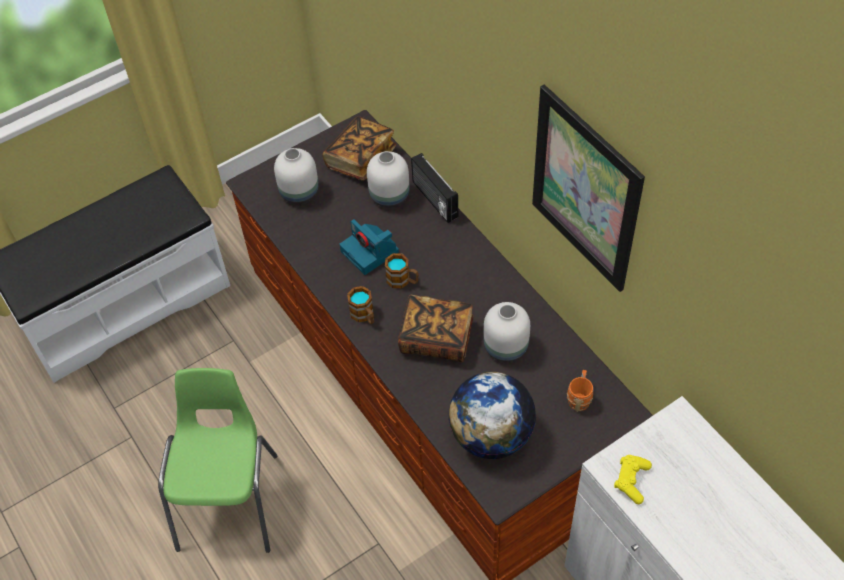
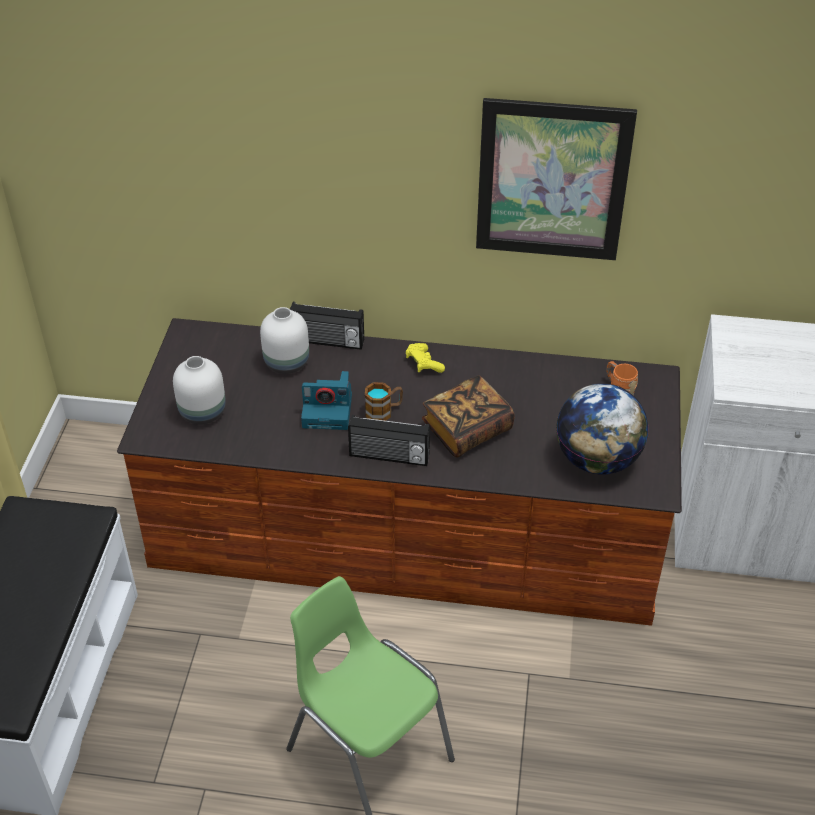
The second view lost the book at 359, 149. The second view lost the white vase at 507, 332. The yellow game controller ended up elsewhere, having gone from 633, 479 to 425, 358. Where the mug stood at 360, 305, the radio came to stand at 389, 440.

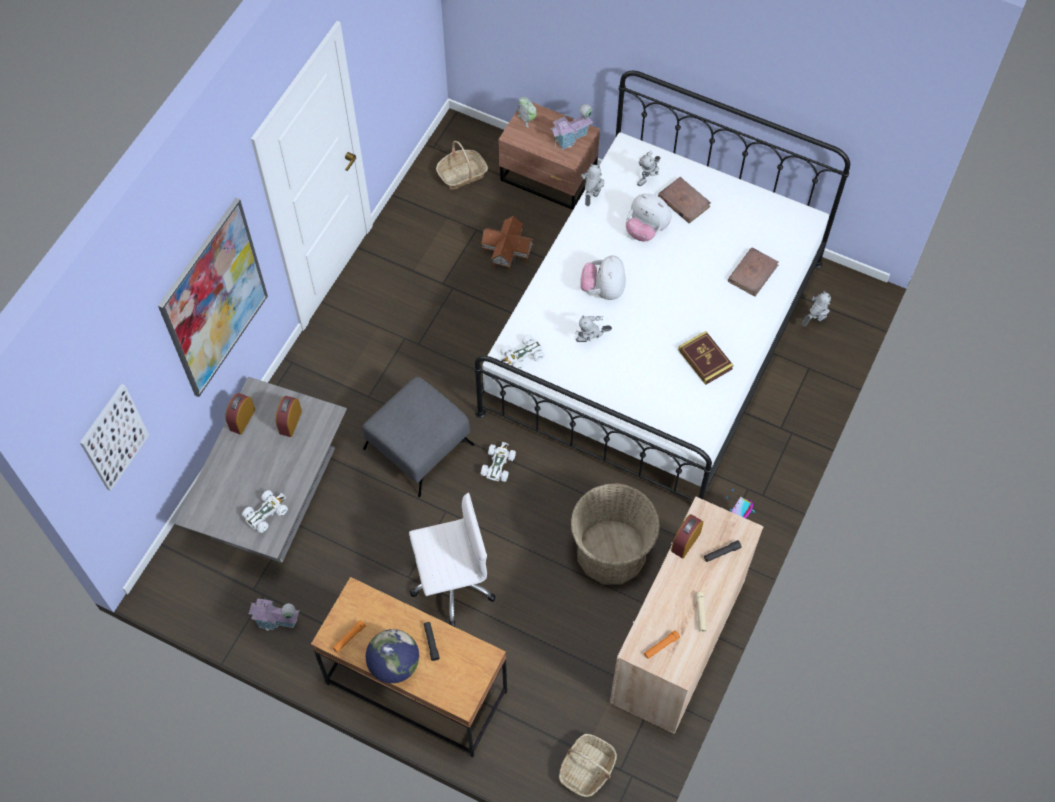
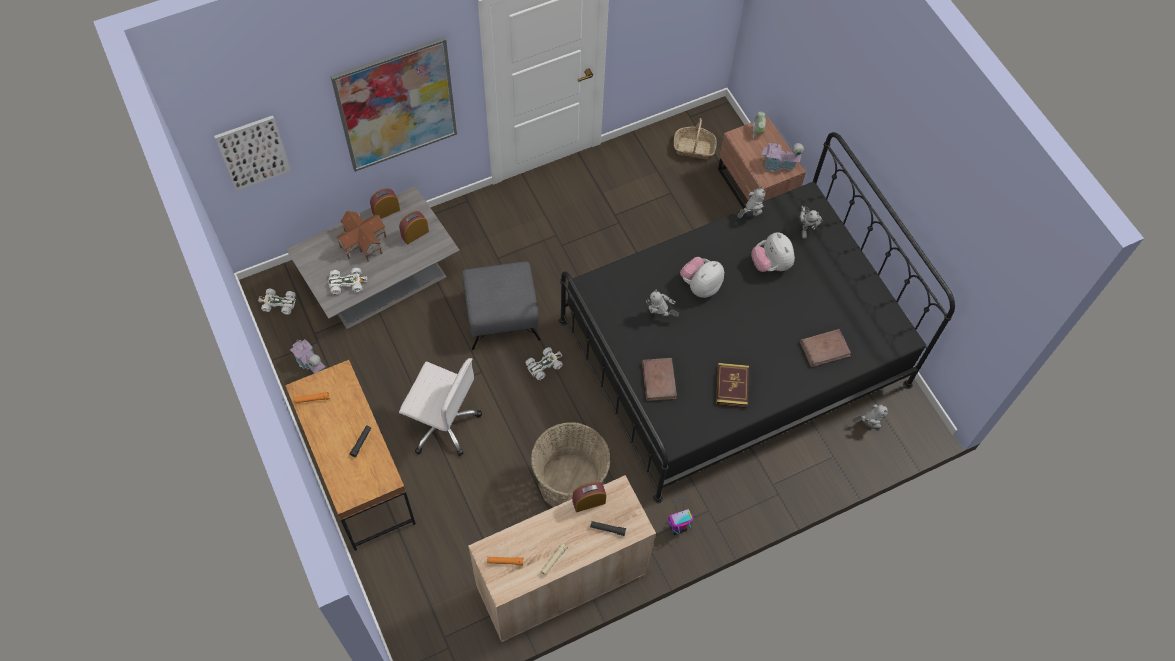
The second view lost the globe at 392, 656. The second view lost the basket at 588, 765. The toy house ended up elsewhere, having gone from 507, 244 to 361, 236. The white toy car ended up elsewhere, having gone from 522, 352 to 277, 302. The brown book ended up elsewhere, having gone from 684, 200 to 659, 379. What was the white bed at 662, 286 turned into the black bed at 756, 317. The toy robot at 648, 168 ended up facing another way, 75 degrees counterclockwise from before.

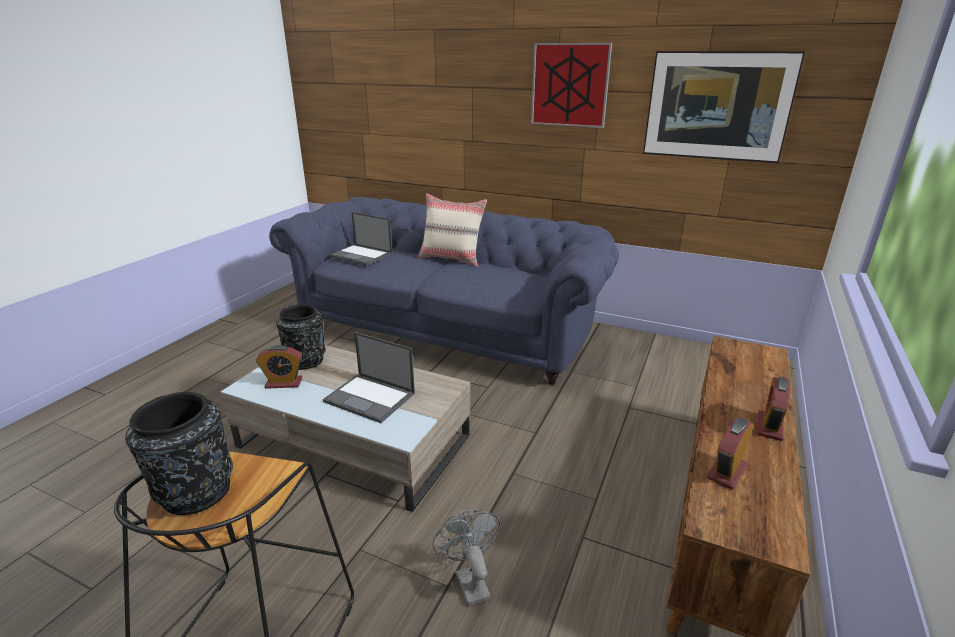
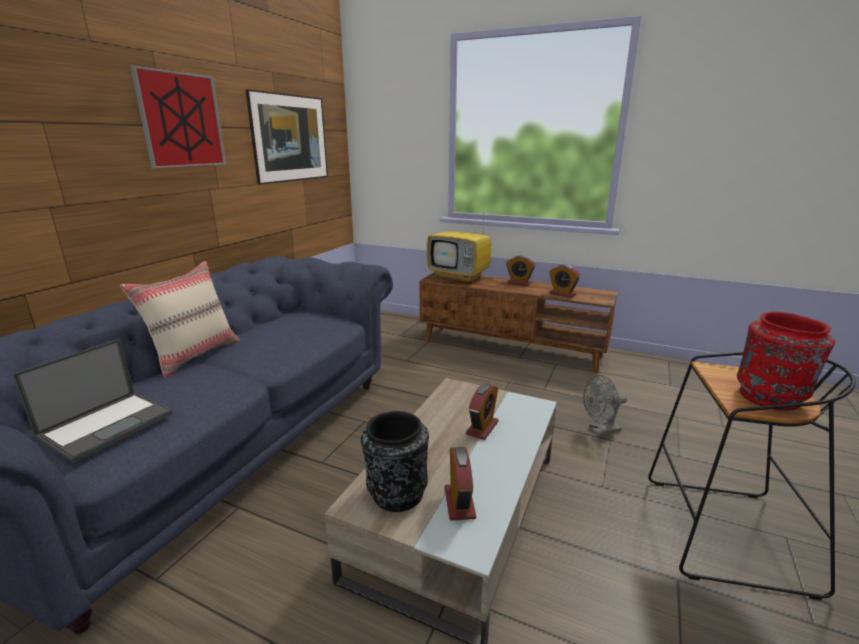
The second view gained the television at 459, 247. Where the laptop stood at 369, 377, the alarm clock came to stand at 482, 411. What was the black vase at 179, 453 turned into the red vase at 786, 361.

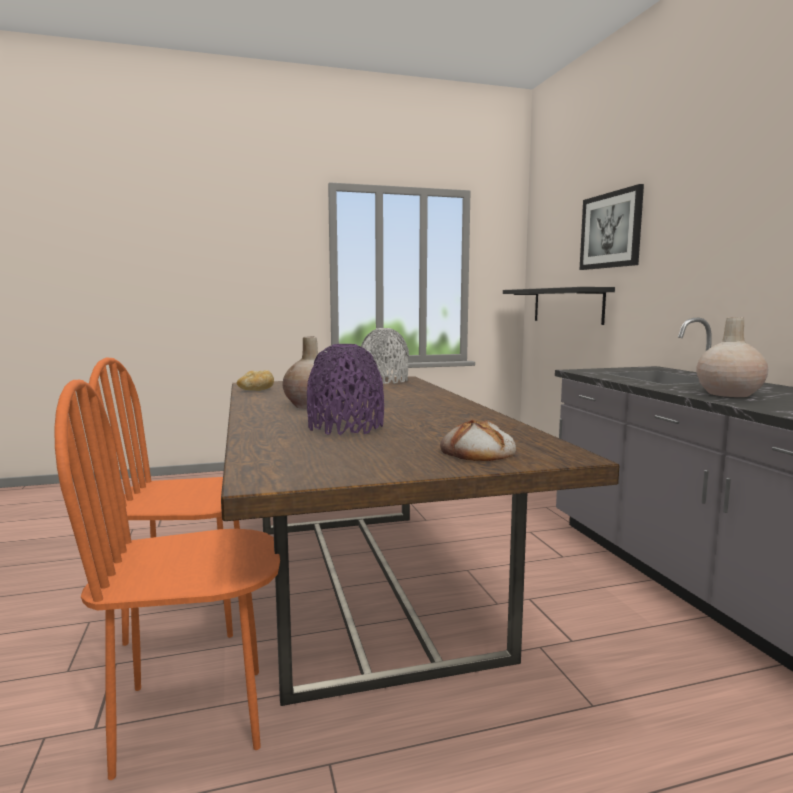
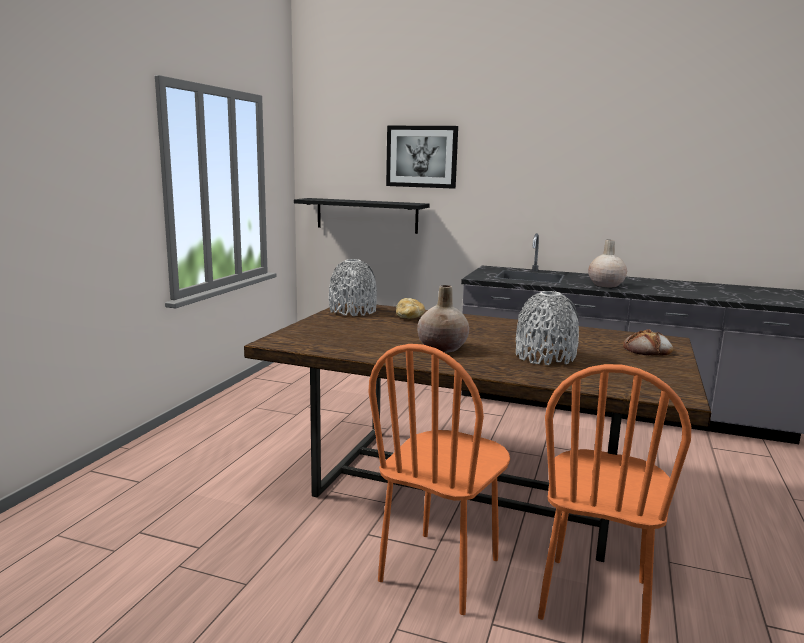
The bread ended up elsewhere, having gone from 255, 380 to 410, 308. What was the purple vase at 345, 389 turned into the grey vase at 547, 328.

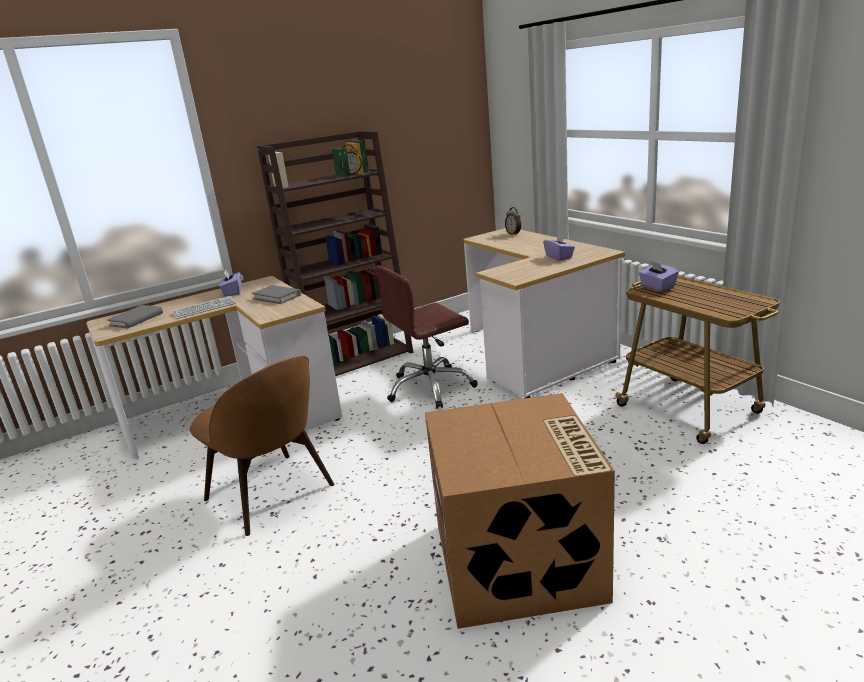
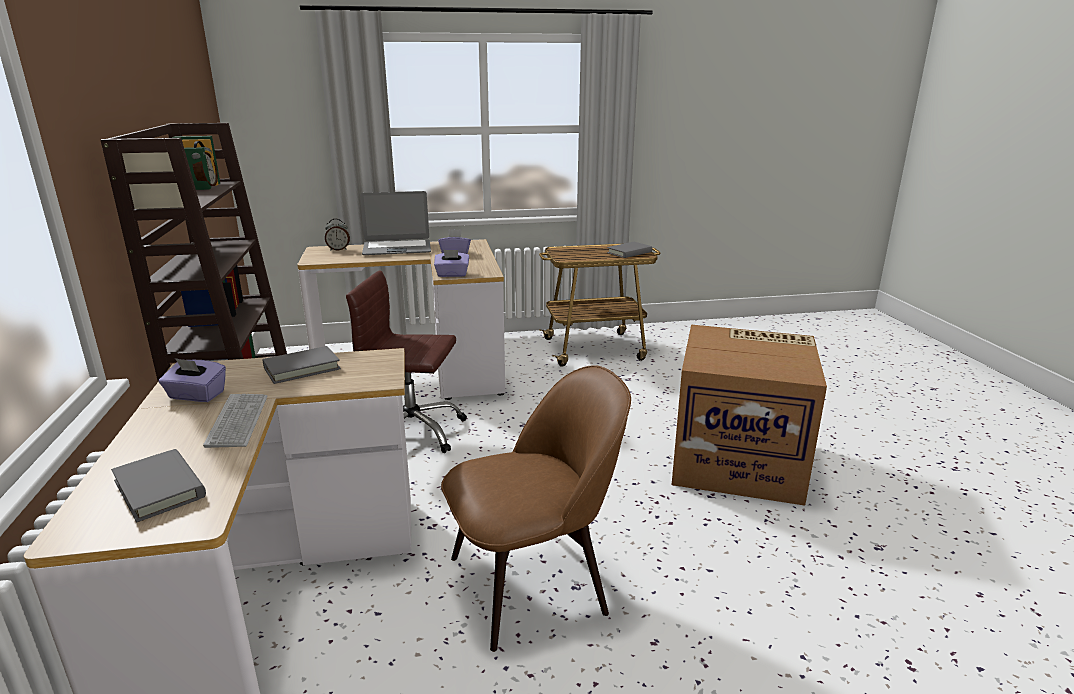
The second view gained the laptop at 395, 223. The second view gained the grey book at 629, 250. The purple tissue box ended up elsewhere, having gone from 658, 276 to 451, 263. The brown office chair at 426, 337 ended up facing another way, 105 degrees clockwise from before.

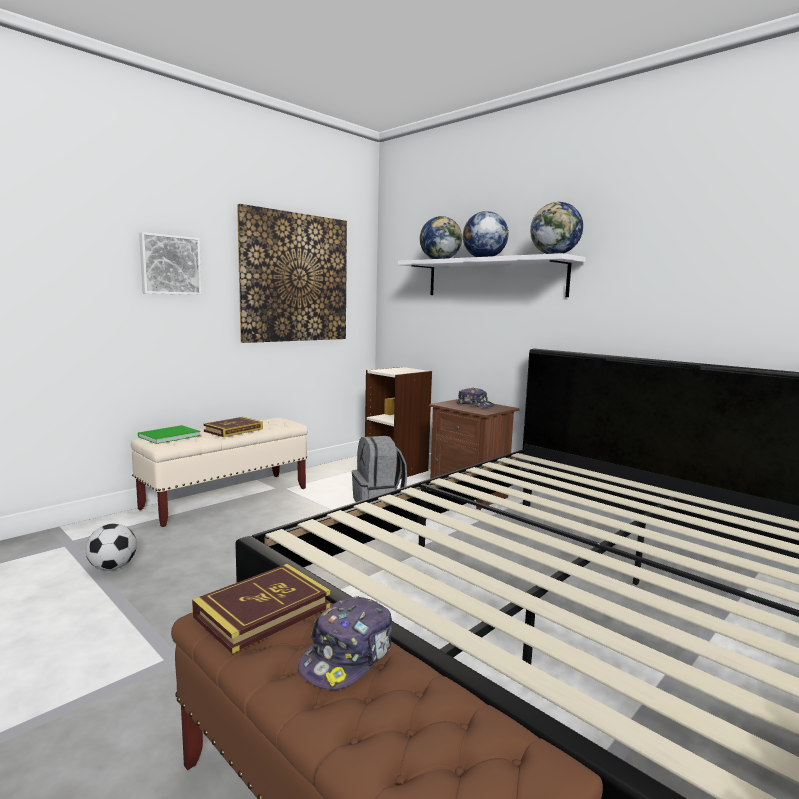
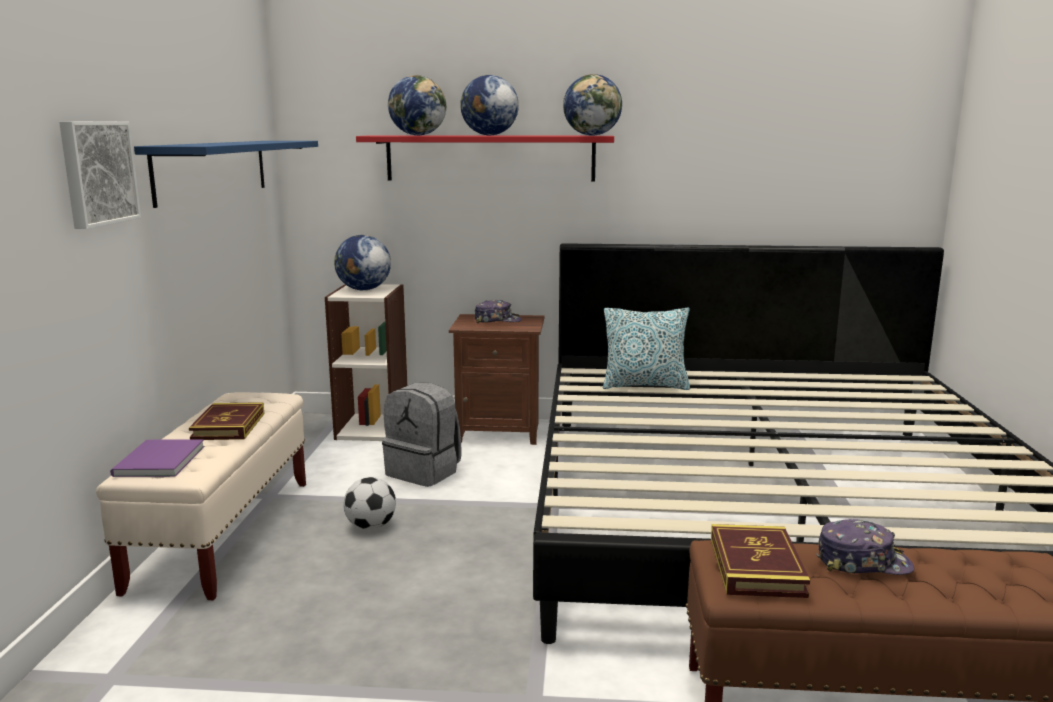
The second view gained the globe at 362, 262. The second view gained the pillow at 646, 349. The football ended up elsewhere, having gone from 111, 547 to 370, 503. Where the picture hung at 292, 273, the blue shelf came to hang at 226, 174. What was the green book at 169, 434 turned into the purple book at 157, 458. What was the white shelf at 492, 275 turned into the red shelf at 485, 158. The cap at 345, 643 ended up facing another way, 75 degrees counterclockwise from before.

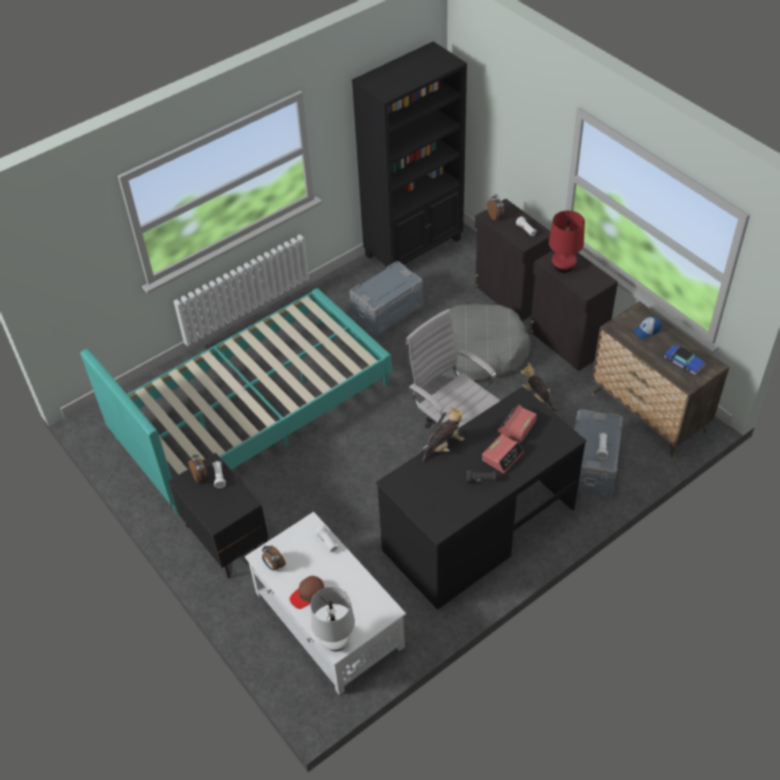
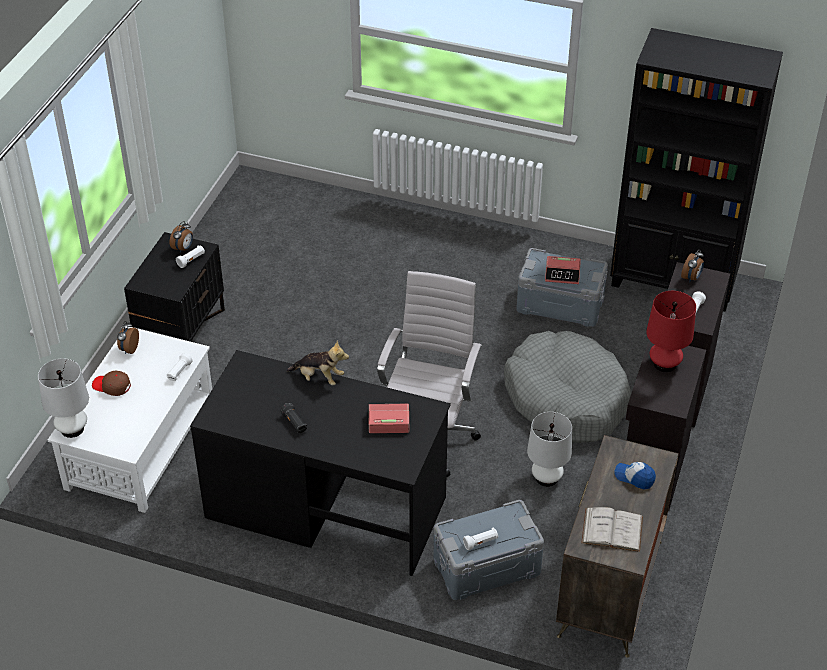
The second view lost the turquoise bed at 236, 401. The alarm clock ended up elsewhere, having gone from 503, 453 to 563, 270. Where the plush toy stood at 539, 387, the white table lamp came to stand at 549, 449. Where the toy car stood at 684, 360, the white book came to stand at 612, 529.

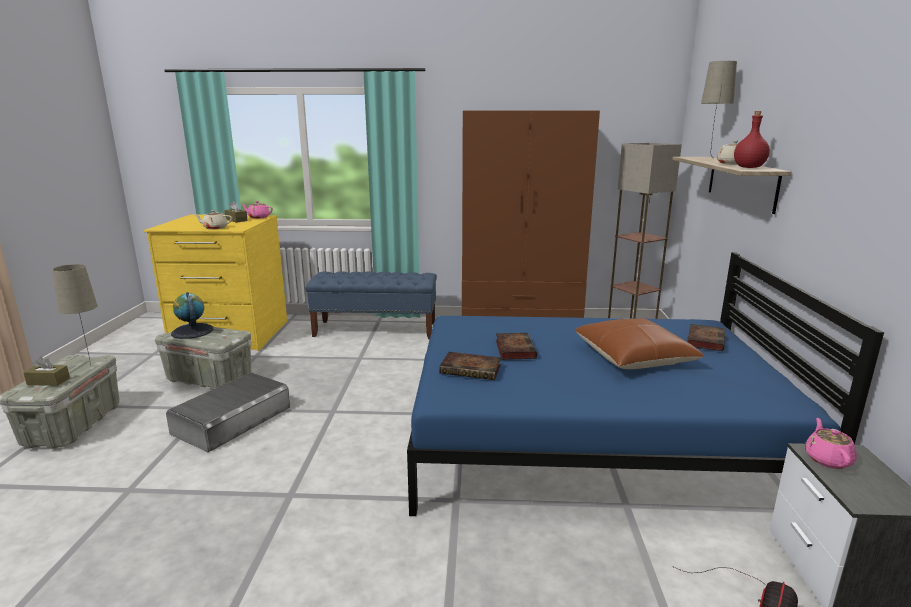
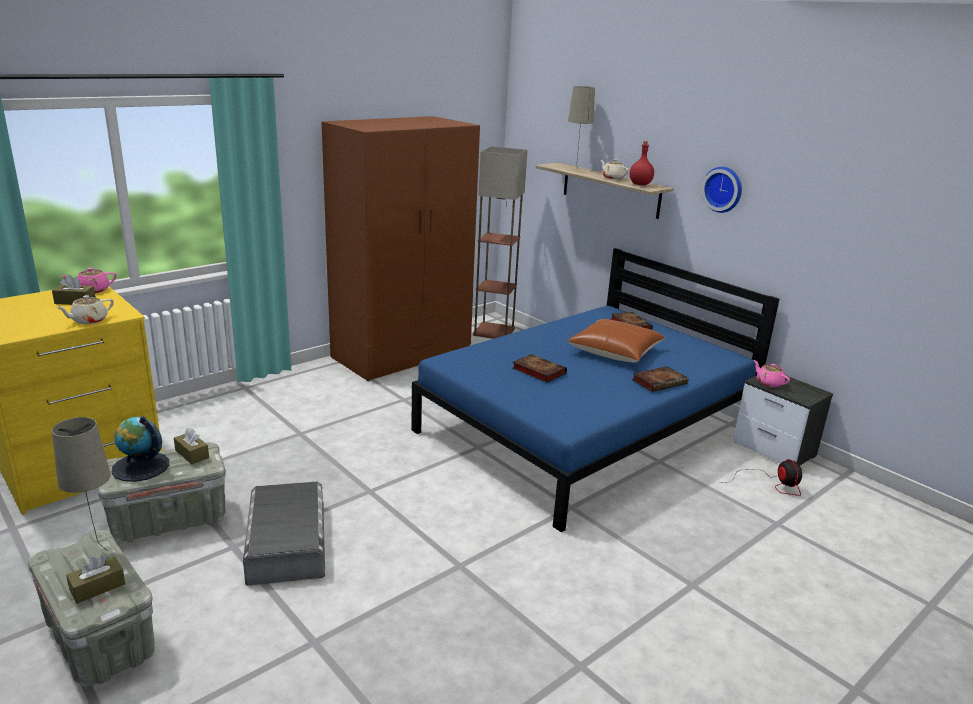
The second view lost the blue bench at 371, 305. The second view gained the brown tissue box at 191, 446. The second view gained the wall clock at 721, 190. The book ended up elsewhere, having gone from 470, 366 to 660, 379.

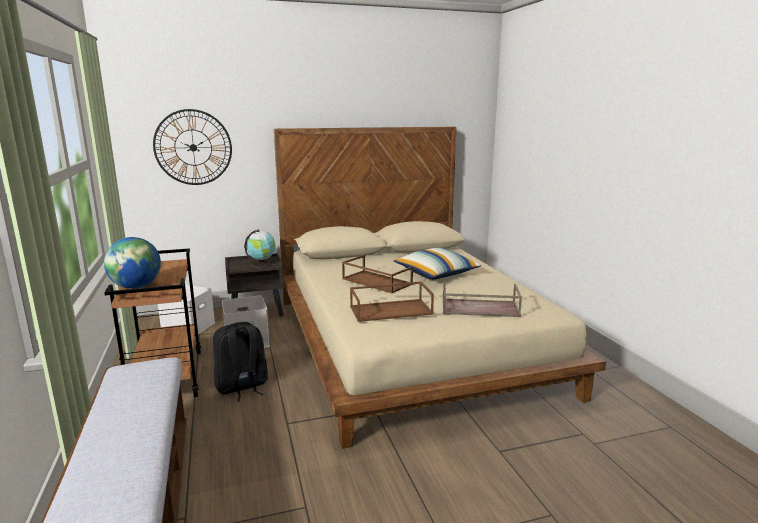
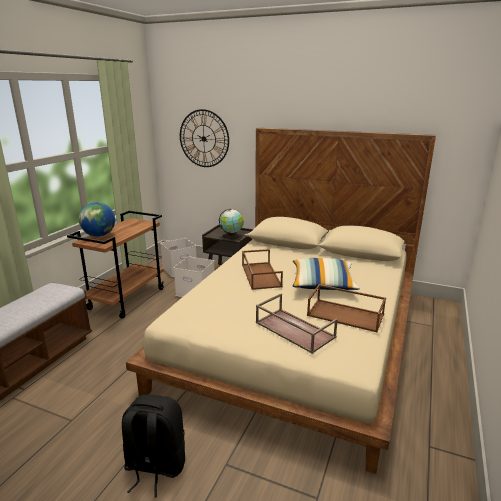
The black backpack ended up elsewhere, having gone from 240, 362 to 153, 446. The brown tray ended up elsewhere, having gone from 392, 301 to 346, 308.

